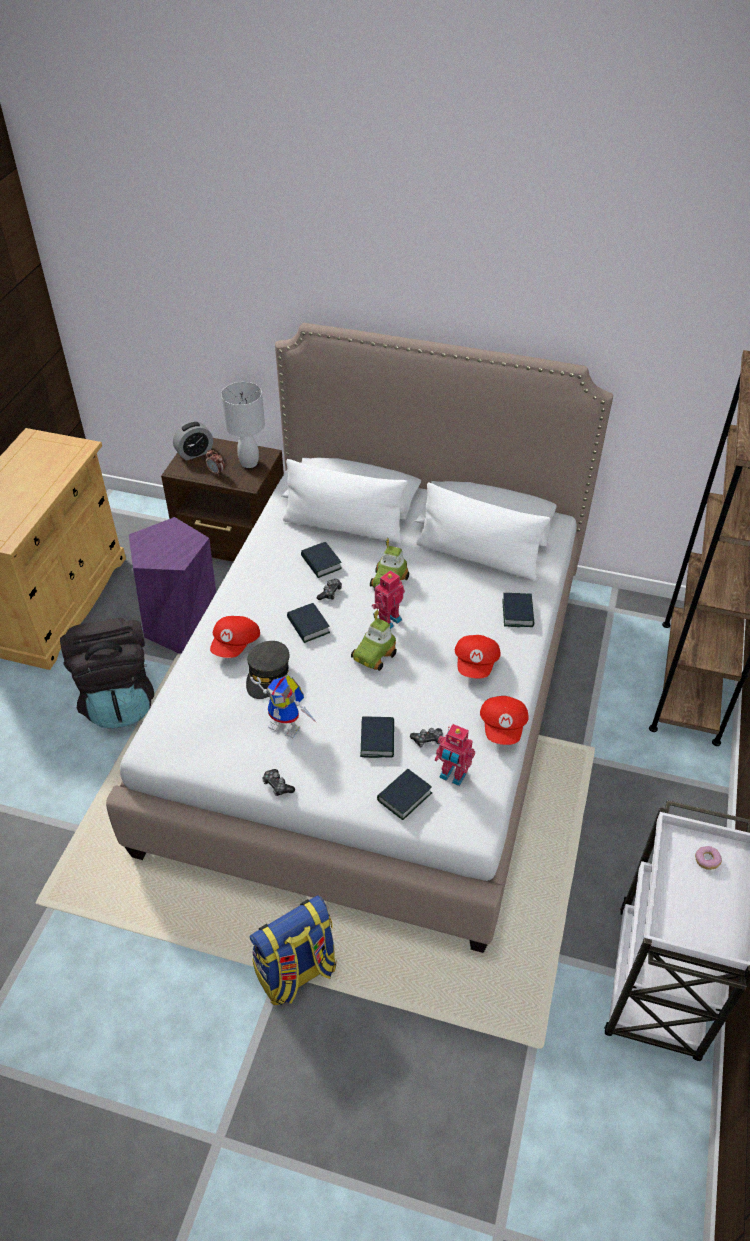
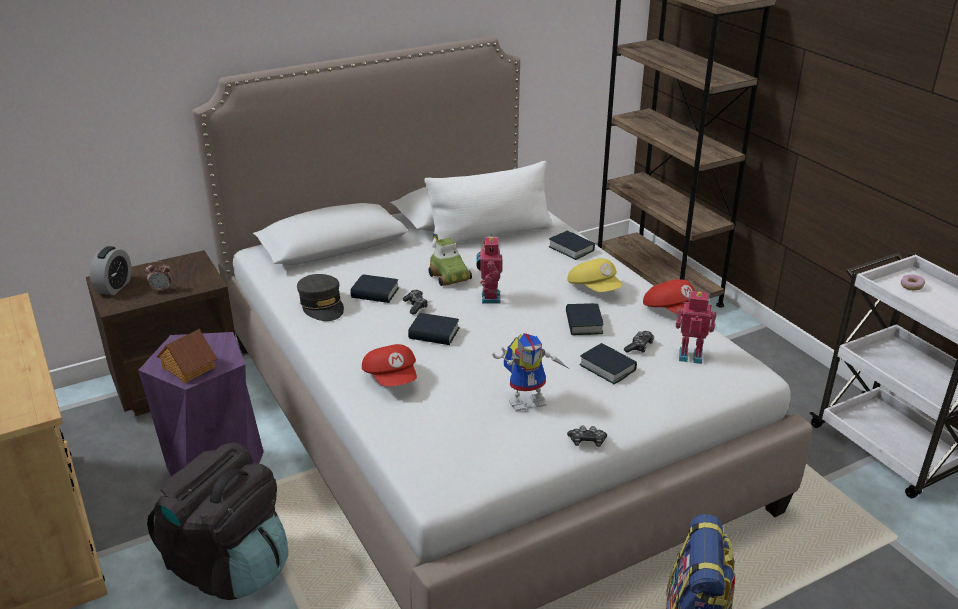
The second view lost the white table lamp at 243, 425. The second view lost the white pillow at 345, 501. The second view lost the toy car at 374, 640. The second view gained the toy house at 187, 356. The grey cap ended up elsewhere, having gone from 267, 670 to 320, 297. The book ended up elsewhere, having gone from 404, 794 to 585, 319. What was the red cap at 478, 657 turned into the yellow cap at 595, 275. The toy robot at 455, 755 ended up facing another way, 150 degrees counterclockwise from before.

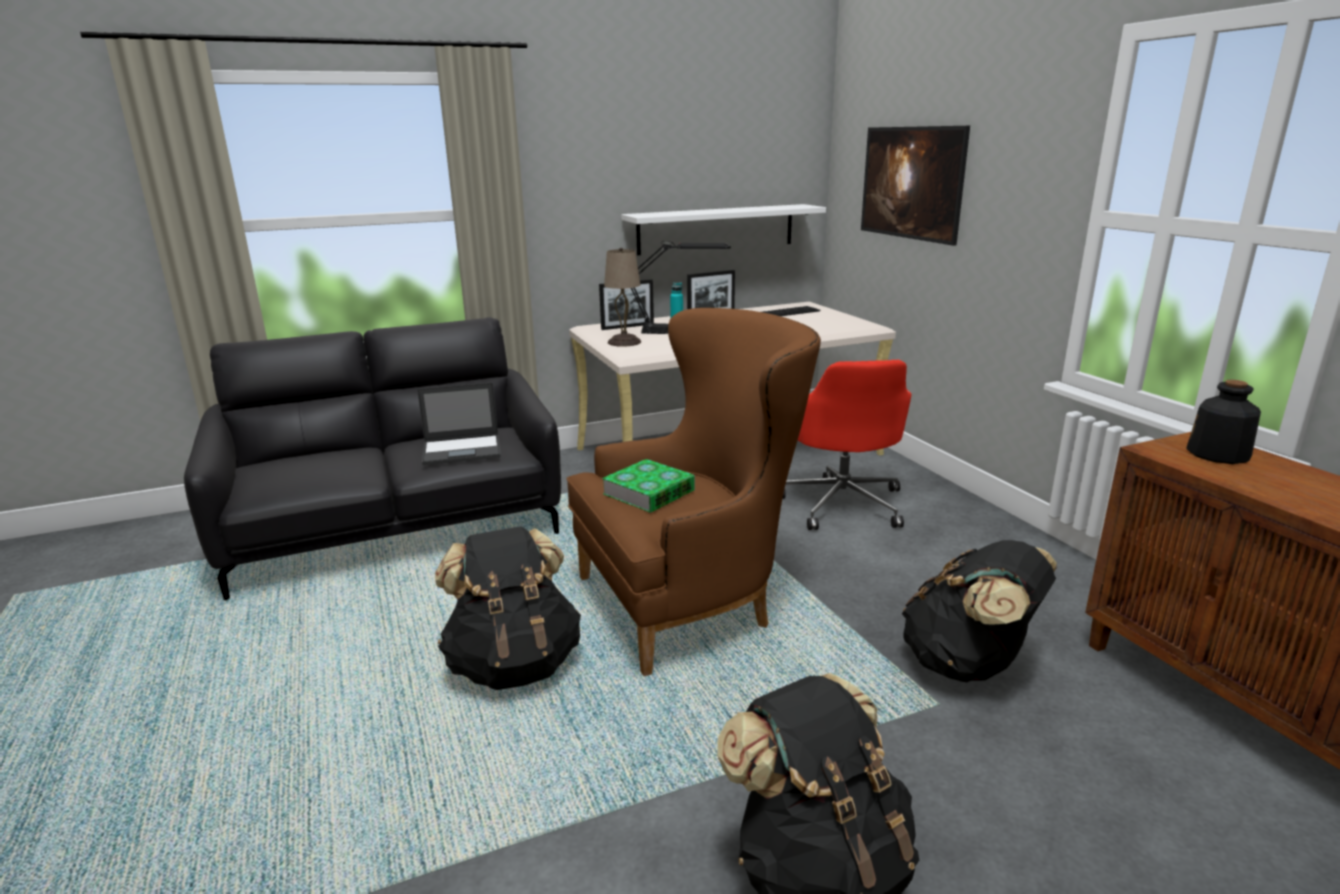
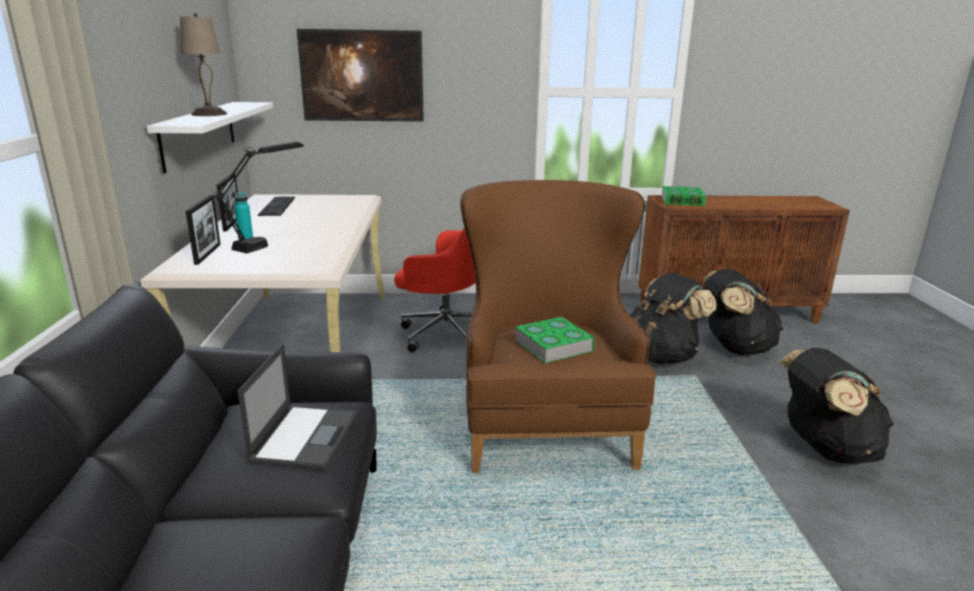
The black backpack ended up elsewhere, having gone from 508, 608 to 743, 312. The beige table lamp ended up elsewhere, having gone from 622, 297 to 203, 64. Where the bottle stood at 1223, 421, the book came to stand at 683, 196.

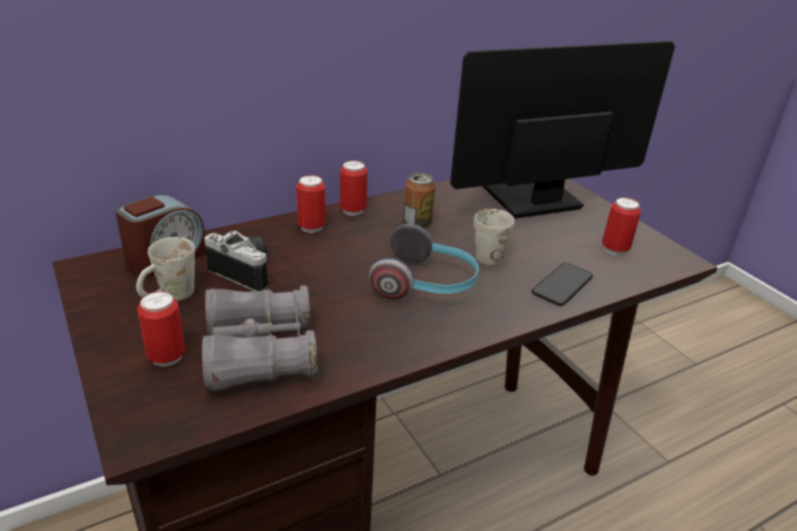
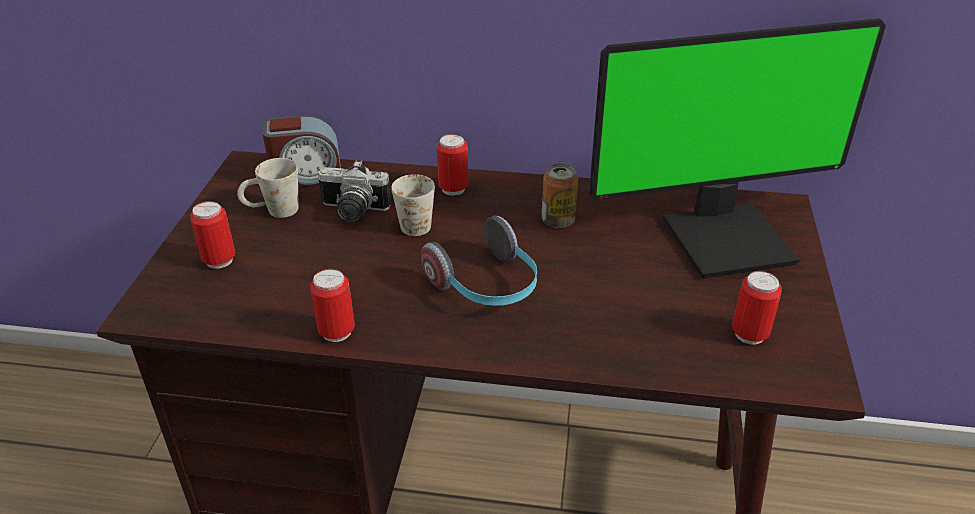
The second view lost the grey binoculars at 259, 338. The second view lost the phone at 562, 284. The can ended up elsewhere, having gone from 353, 188 to 332, 305. The white mug ended up elsewhere, having gone from 494, 237 to 413, 205. The photo camera at 236, 260 ended up facing another way, 120 degrees clockwise from before. The monitor at 562, 130 ended up facing another way, 150 degrees clockwise from before.

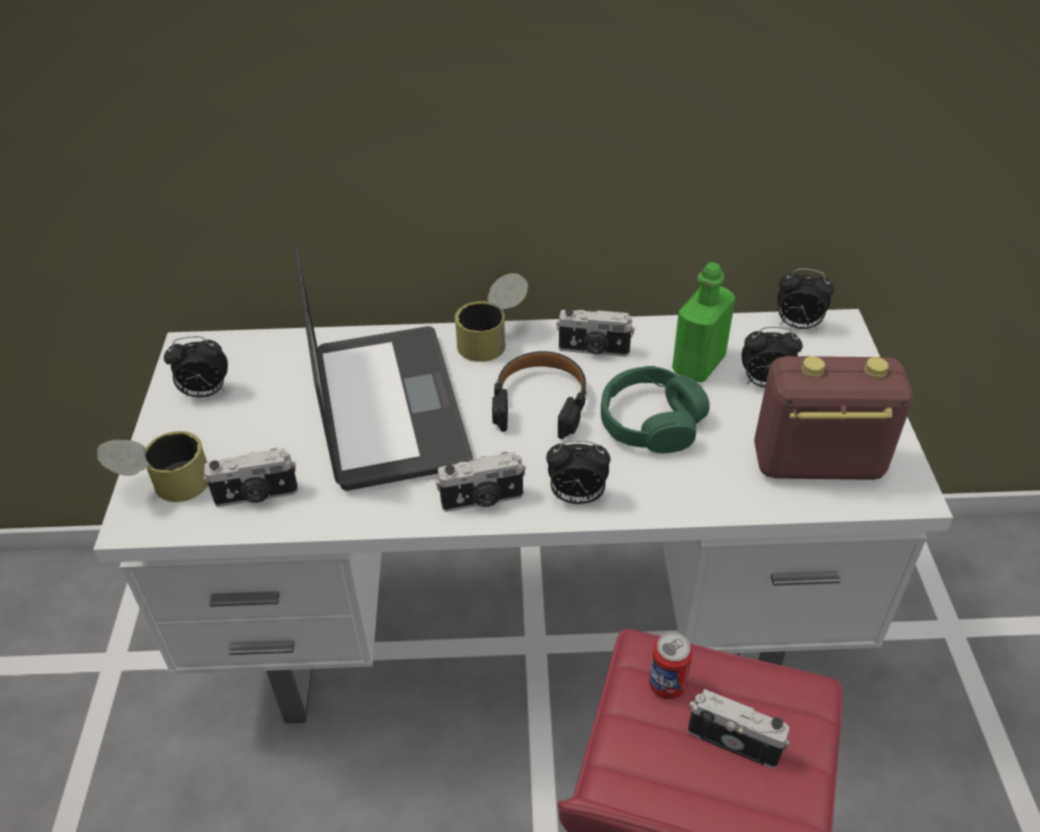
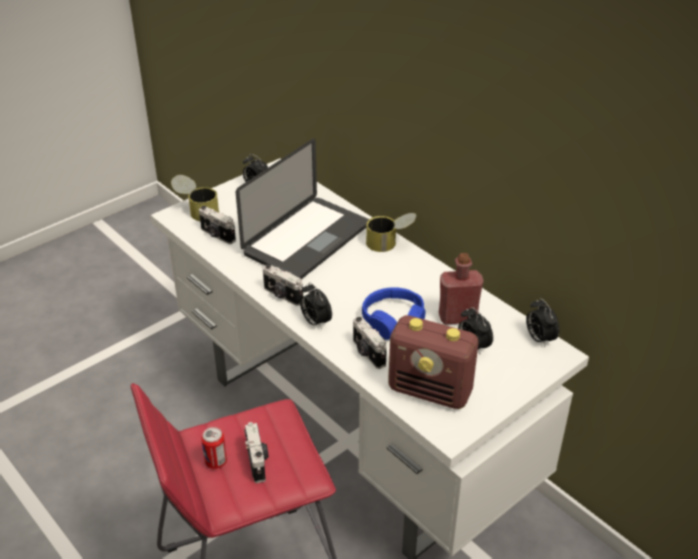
The second view lost the black headphones at 539, 395. The photo camera ended up elsewhere, having gone from 595, 332 to 370, 343. The can ended up elsewhere, having gone from 671, 665 to 214, 448. What was the green headphones at 655, 409 turned into the blue headphones at 393, 313. What was the green bottle at 704, 322 turned into the red bottle at 461, 288. The radio at 833, 418 ended up facing another way, 150 degrees clockwise from before.

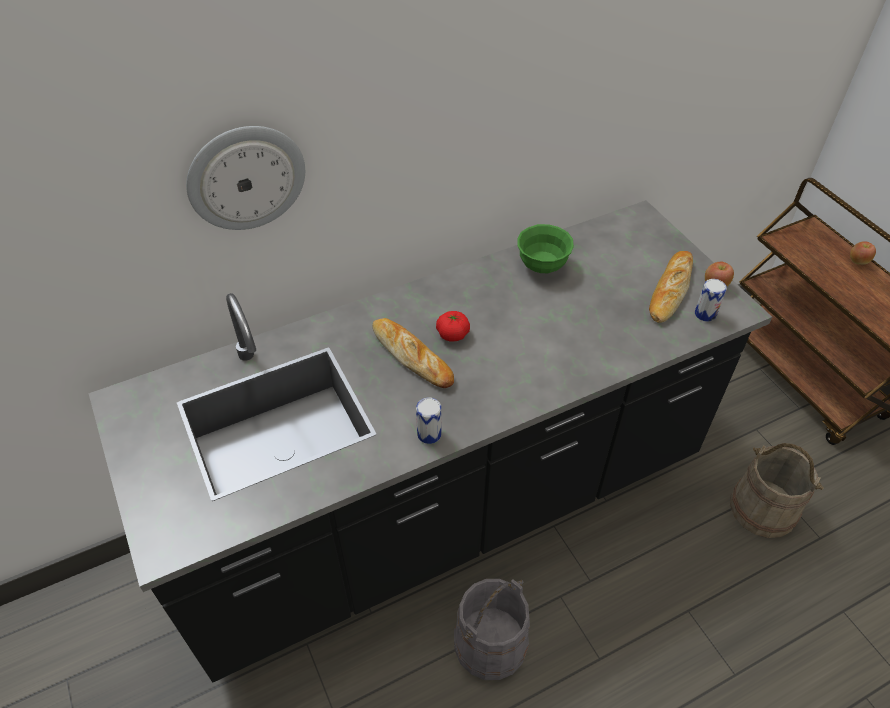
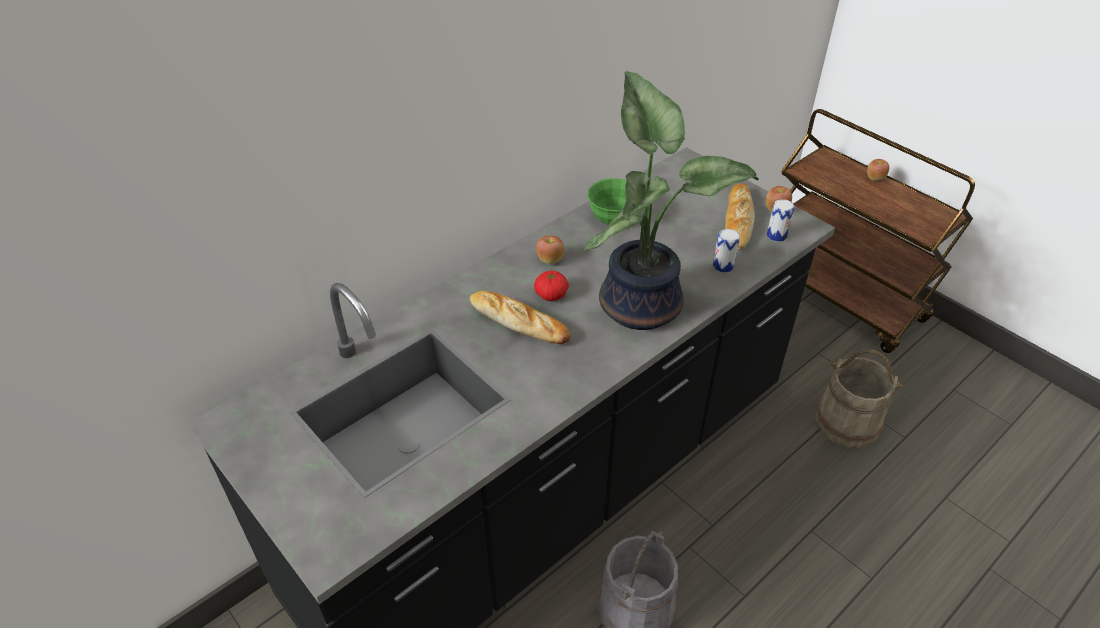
The second view lost the wall clock at 245, 178. The second view gained the apple at 550, 250. The second view gained the potted plant at 671, 200. The can ended up elsewhere, having gone from 428, 421 to 726, 251.

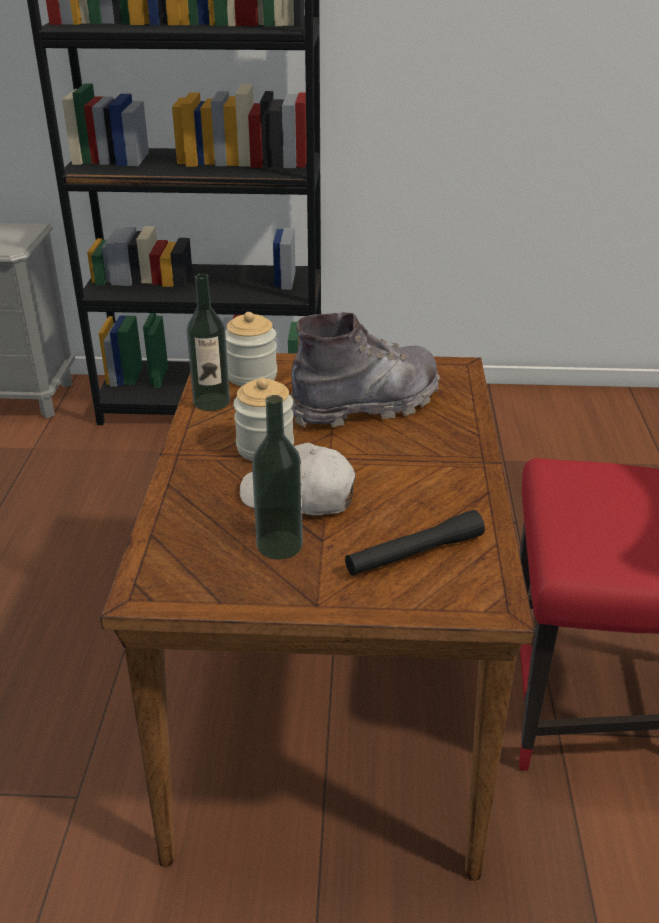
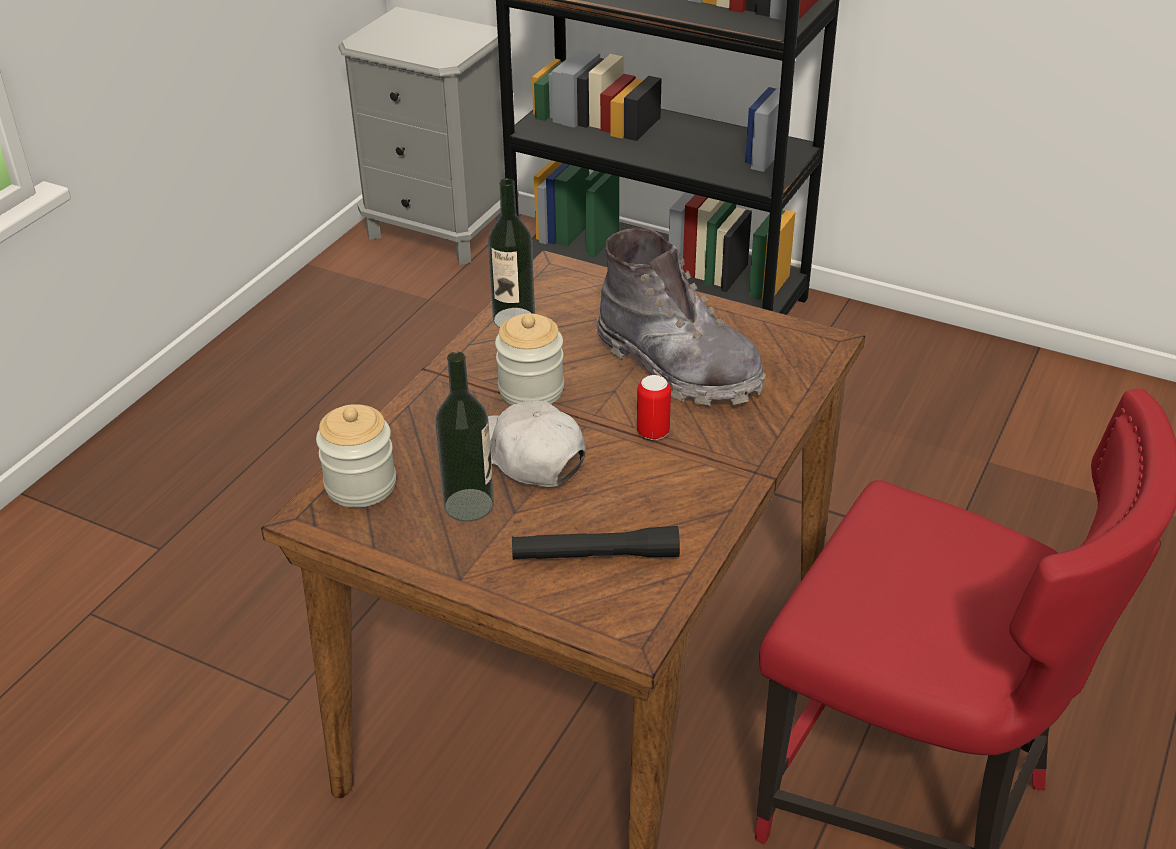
The second view gained the can at 654, 407. The jar ended up elsewhere, having gone from 251, 349 to 356, 456. The grey boot at 365, 370 ended up facing another way, 45 degrees clockwise from before.

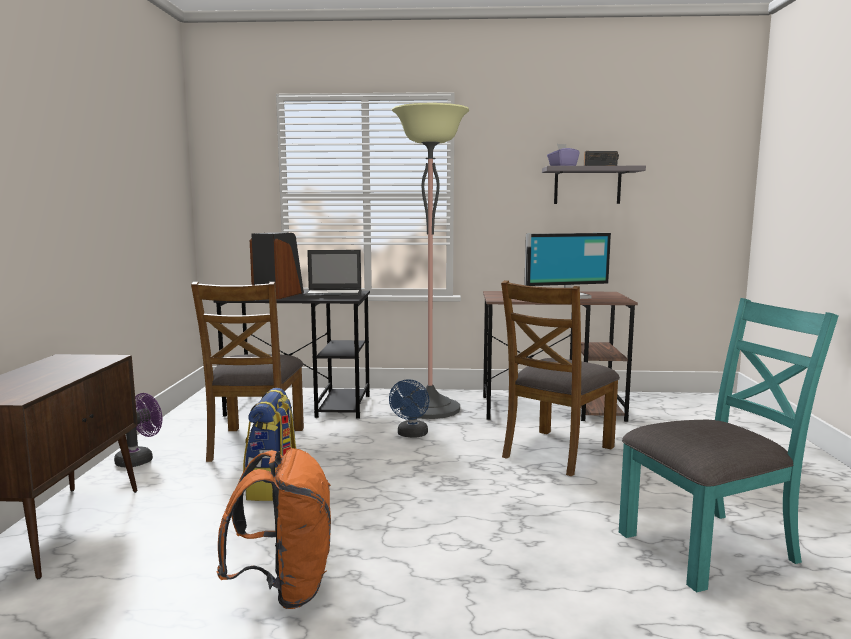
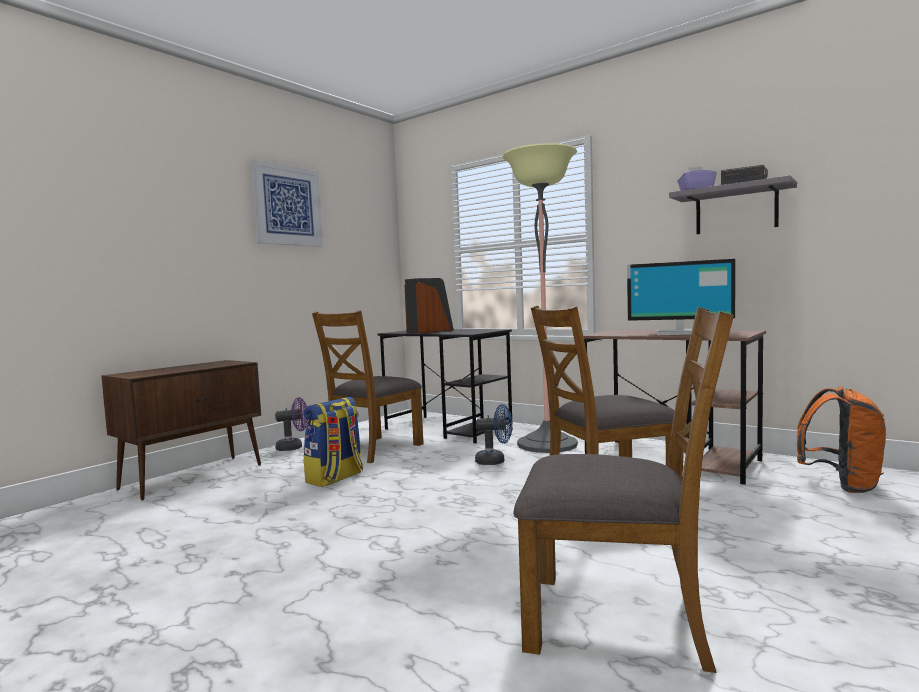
The second view lost the laptop at 332, 274. The second view gained the picture at 286, 203. The orange backpack ended up elsewhere, having gone from 274, 528 to 841, 439. What was the turquoise chair at 728, 445 turned into the brown chair at 623, 490. The blue fan at 409, 408 ended up facing another way, 135 degrees counterclockwise from before.

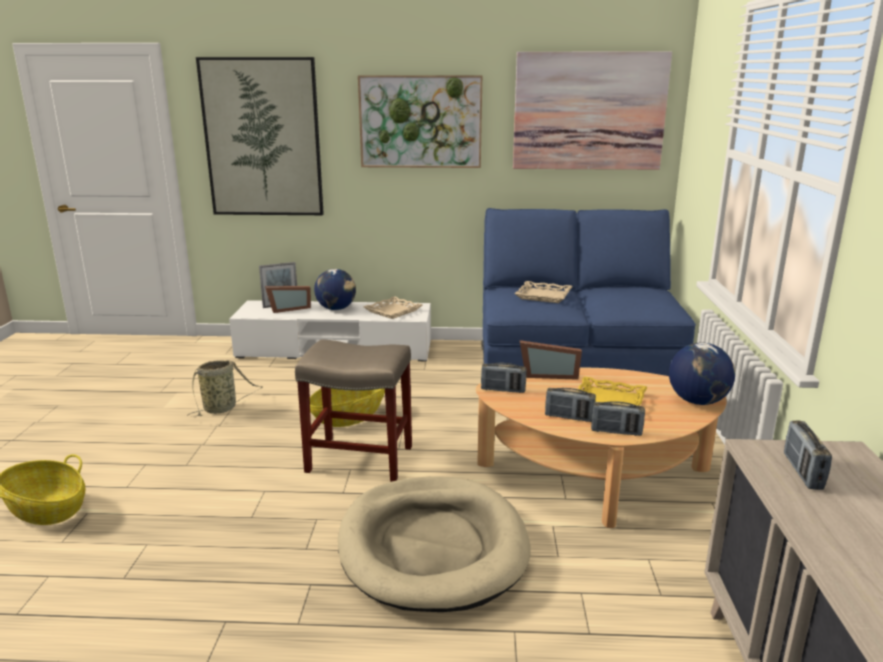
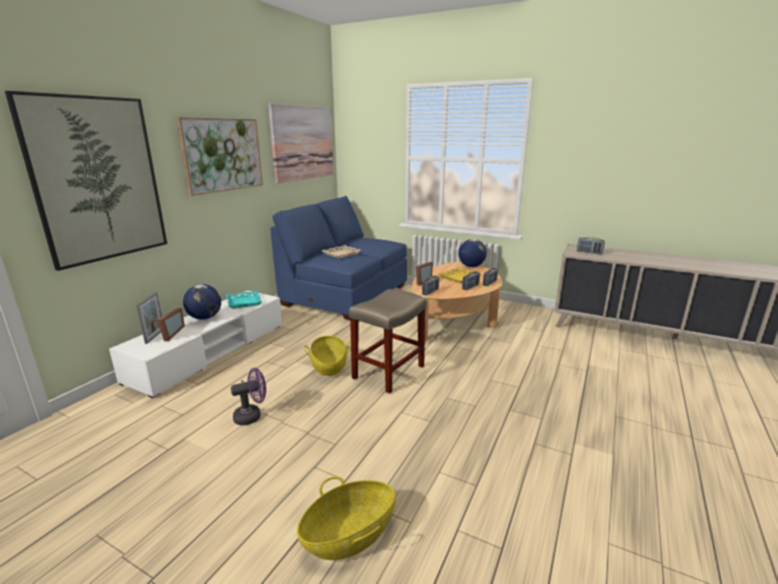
The second view lost the beige dog bed at 434, 544. Where the basket stood at 225, 388, the purple fan came to stand at 248, 397. What was the beige tray at 393, 307 turned into the turquoise tray at 244, 299.

